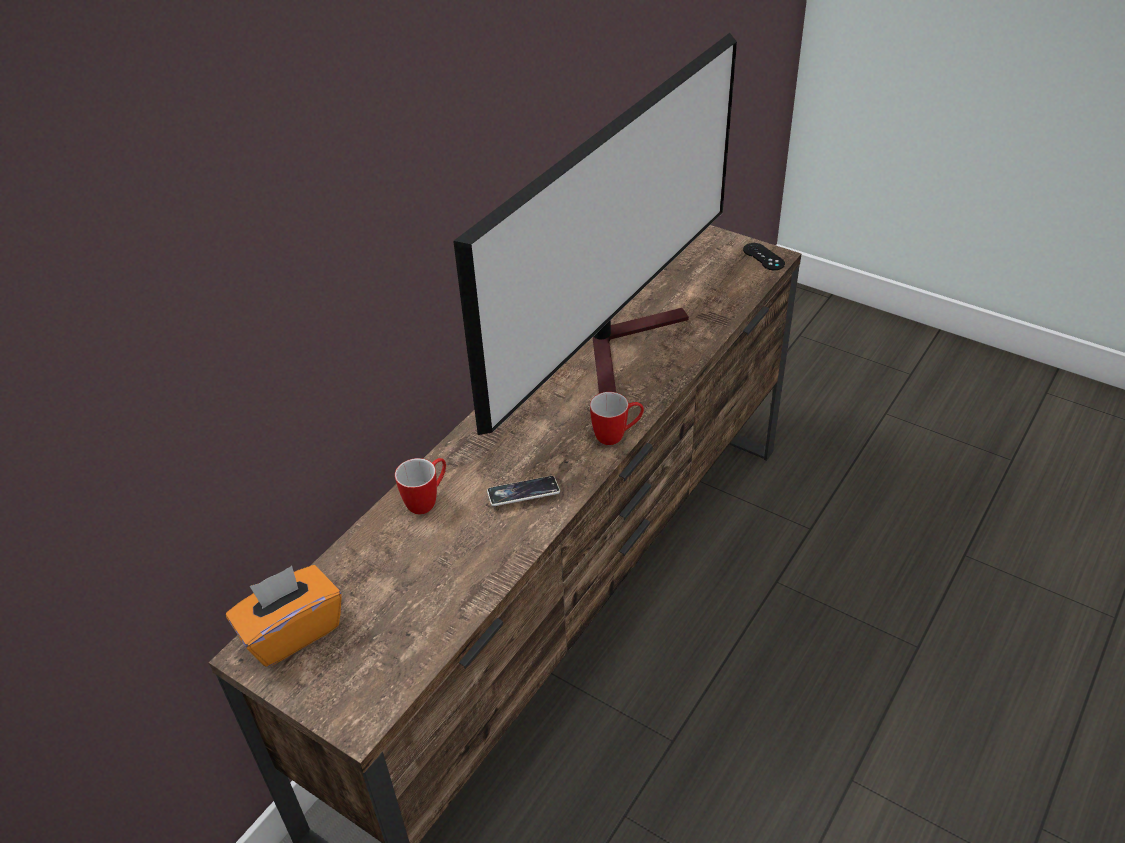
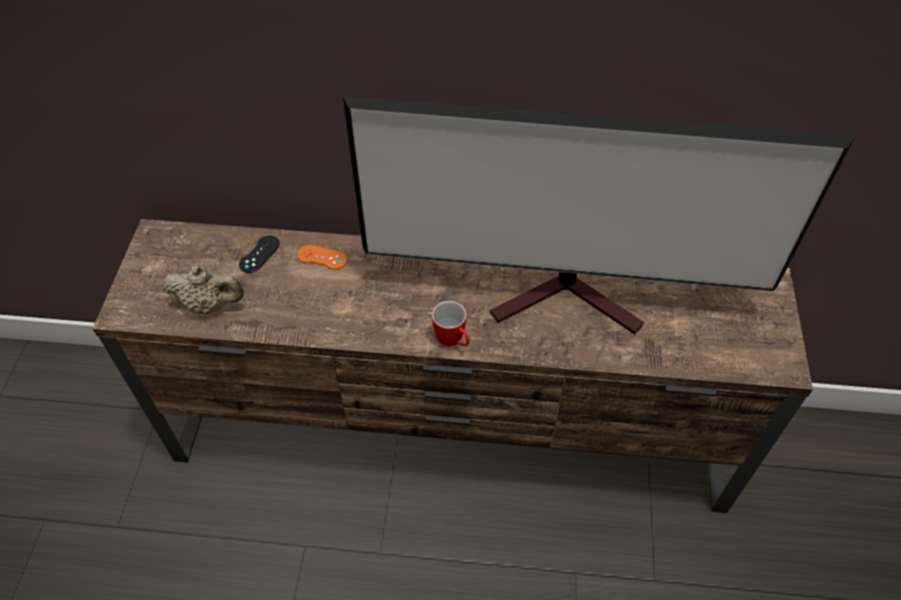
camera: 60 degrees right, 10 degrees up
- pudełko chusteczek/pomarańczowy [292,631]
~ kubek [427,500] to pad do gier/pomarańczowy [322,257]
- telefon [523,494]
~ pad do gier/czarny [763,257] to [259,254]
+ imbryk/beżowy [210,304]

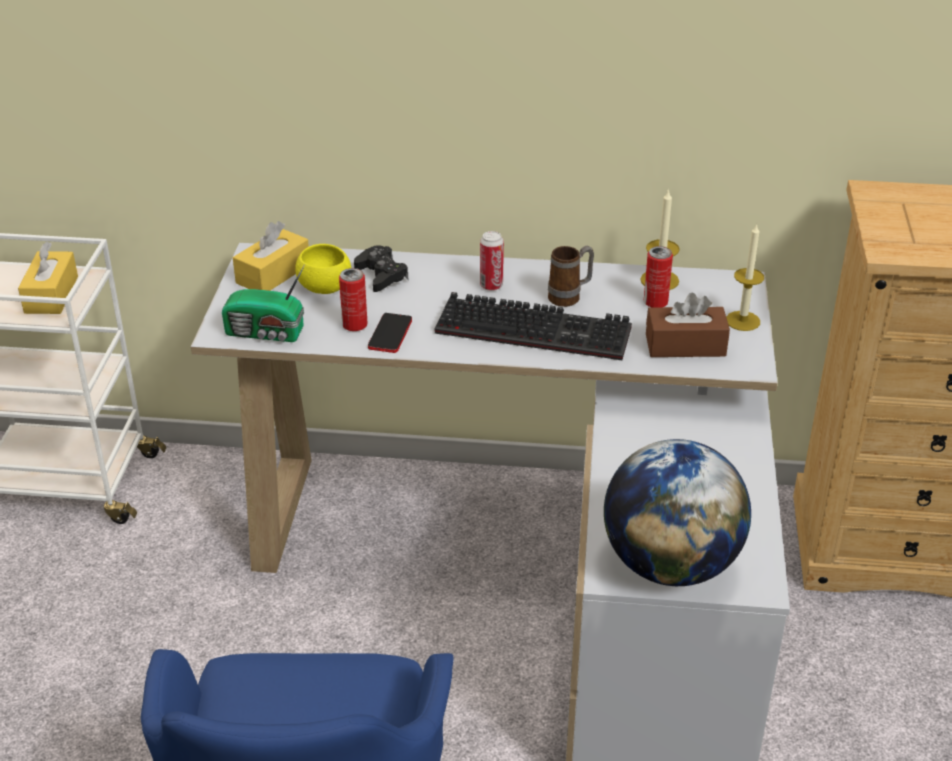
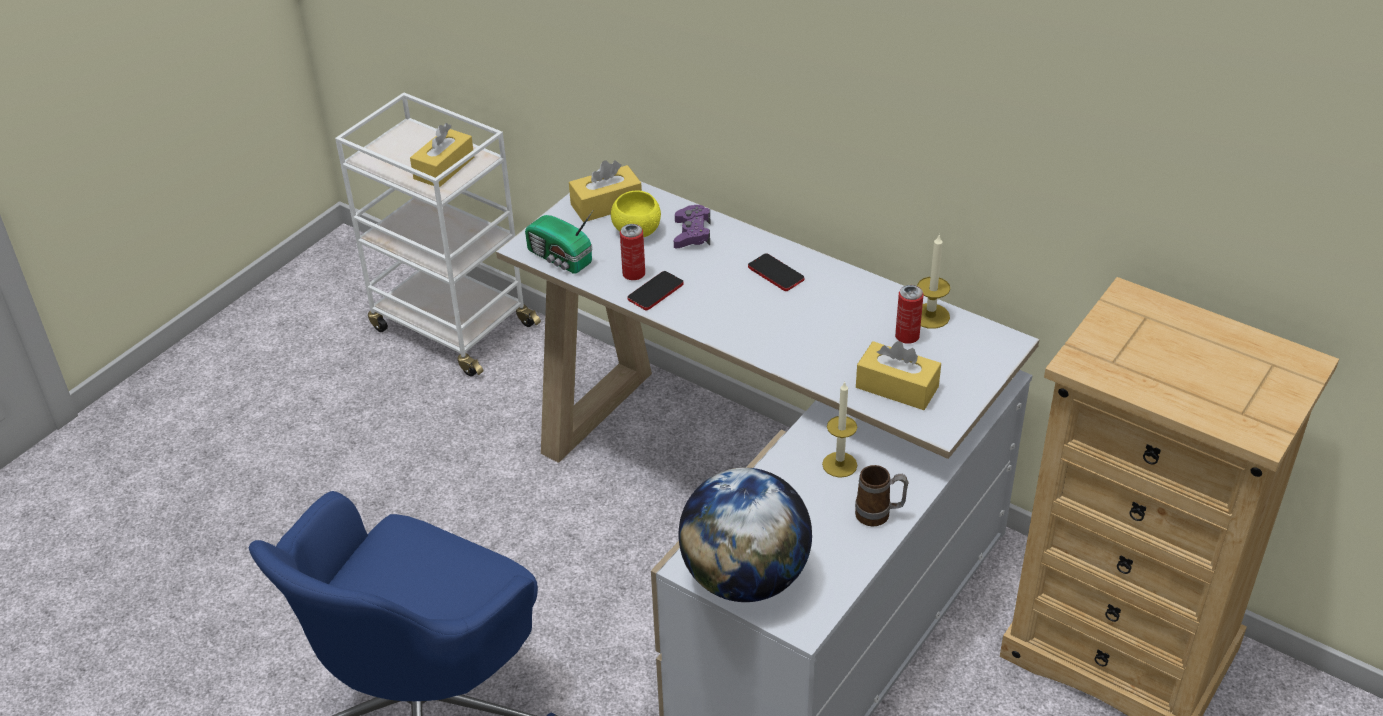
camera: 30 degrees right, 5 degrees up
~ pad do gier/czarny [381,275] to pad do gier/fioletowy [692,233]
- klawiatura [537,329]
~ puszka [491,286] to telefon [776,273]
~ kubek [570,297] to [879,515]
~ pudełko chusteczek/brązowy [685,345] to pudełko chusteczek/żółty [897,387]
~ świeca [742,321] to [839,464]

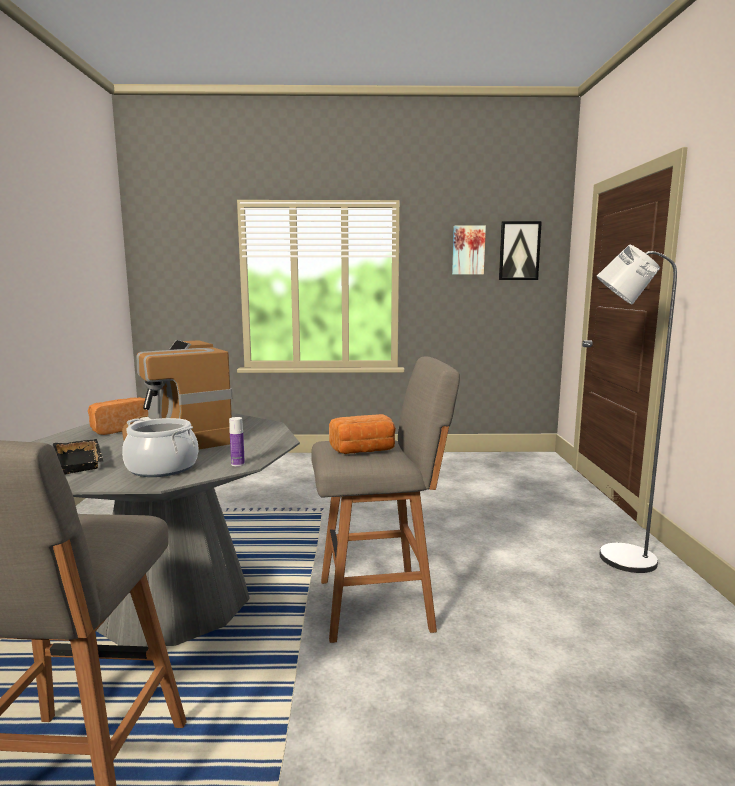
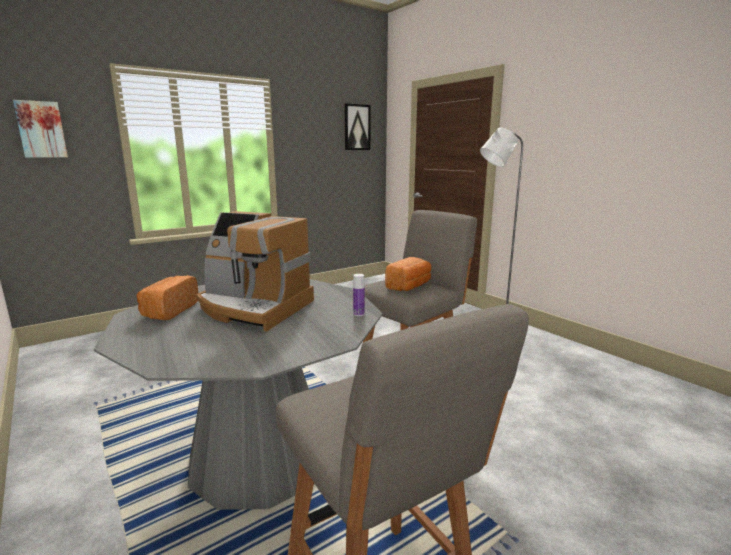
camera: 35 degrees left, 5 degrees up
- taca/czarny [81,462]
- garnek [162,468]
~ obraz [468,250] to [41,129]

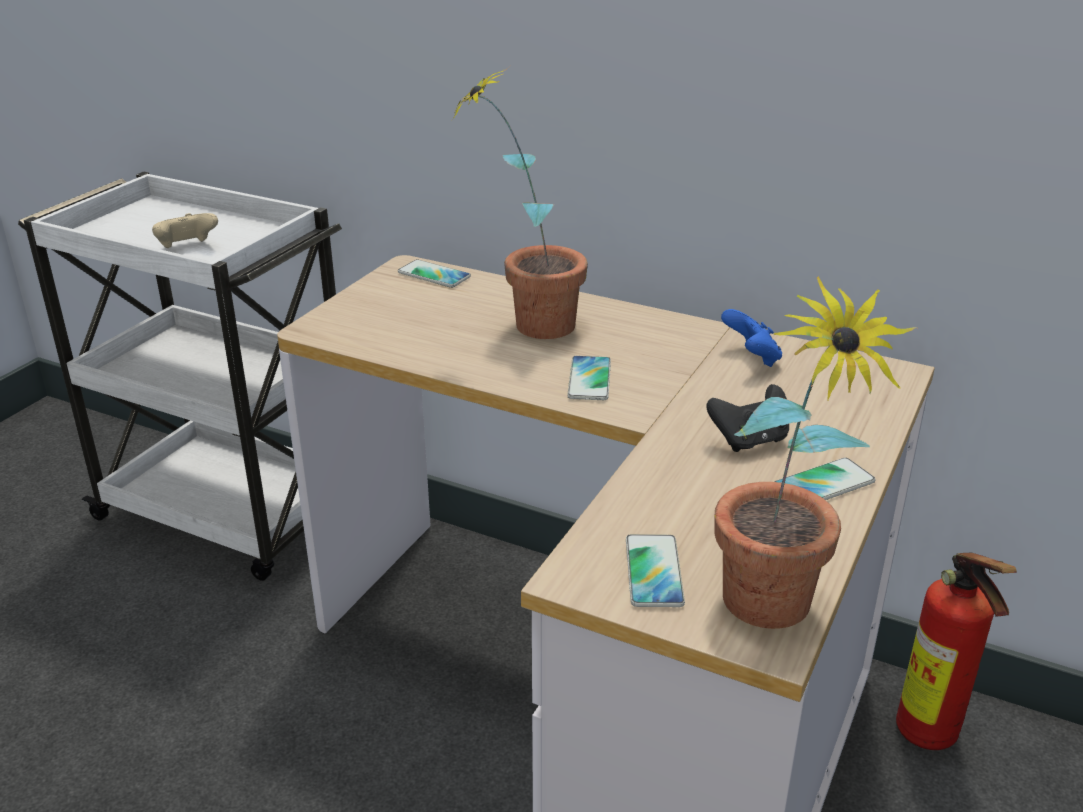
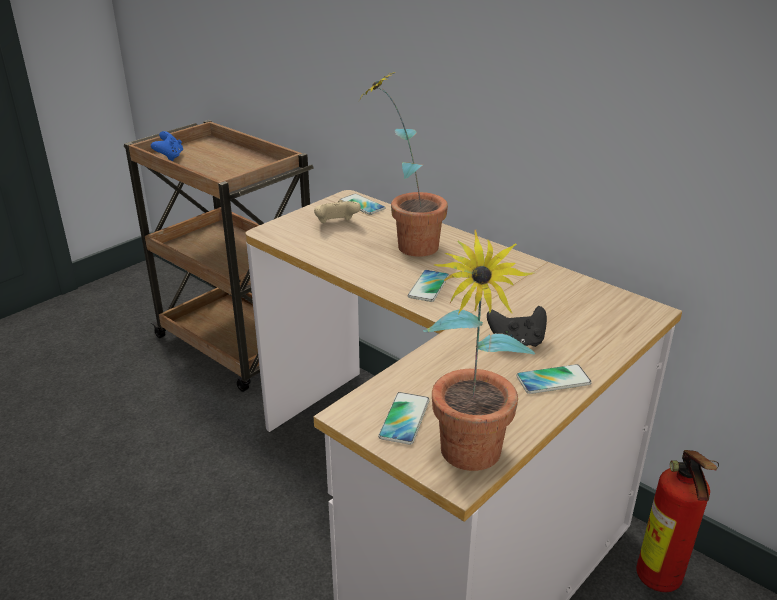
camera: 15 degrees right, 0 degrees up
~ wózek/biały [231,513] to wózek/brązowy [238,346]
~ pad do gier/beżowy [187,248] to [336,224]
~ pad do gier/niebieski [751,358] to [169,157]

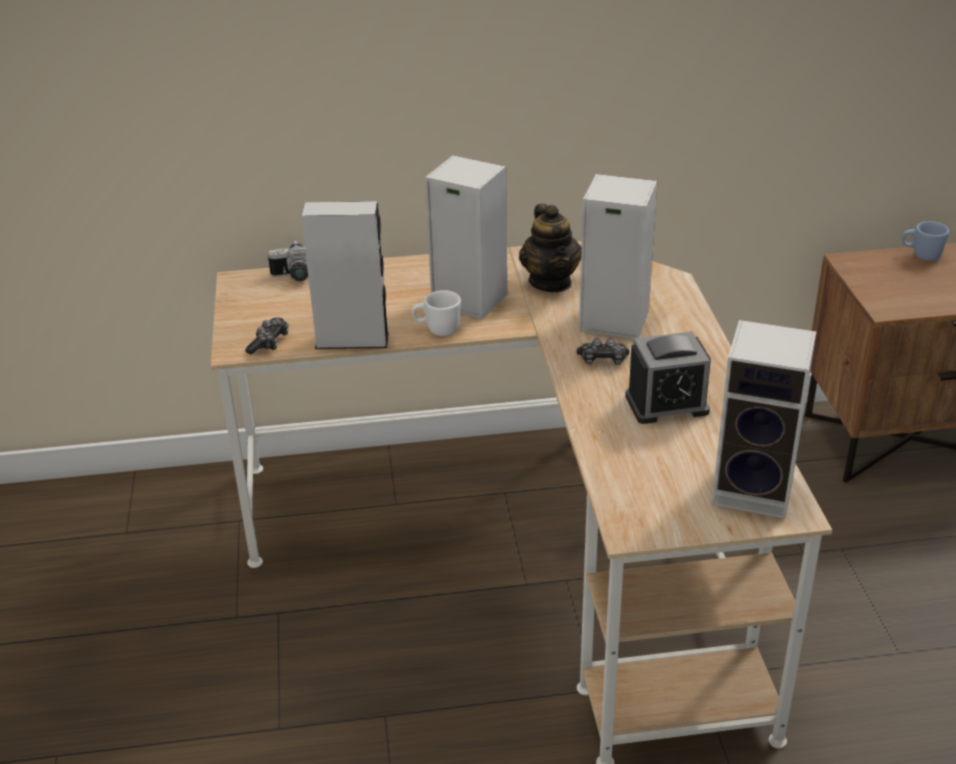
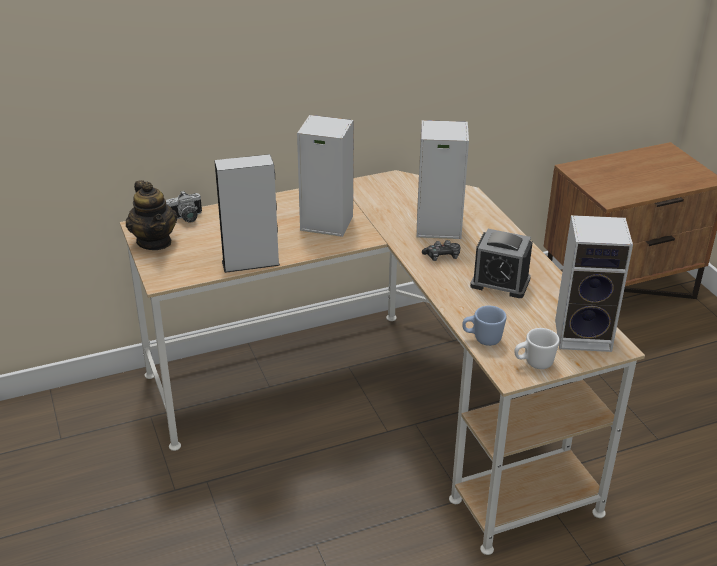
camera: 15 degrees left, 0 degrees up
- pad do gier [269,343]
~ kubek/biały [437,330] to [533,363]
~ imbryk [551,282] to [154,241]
~ budzik [667,404] = [500,282] 45 degrees clockwise
~ kubek/niebieski [921,255] to [482,339]

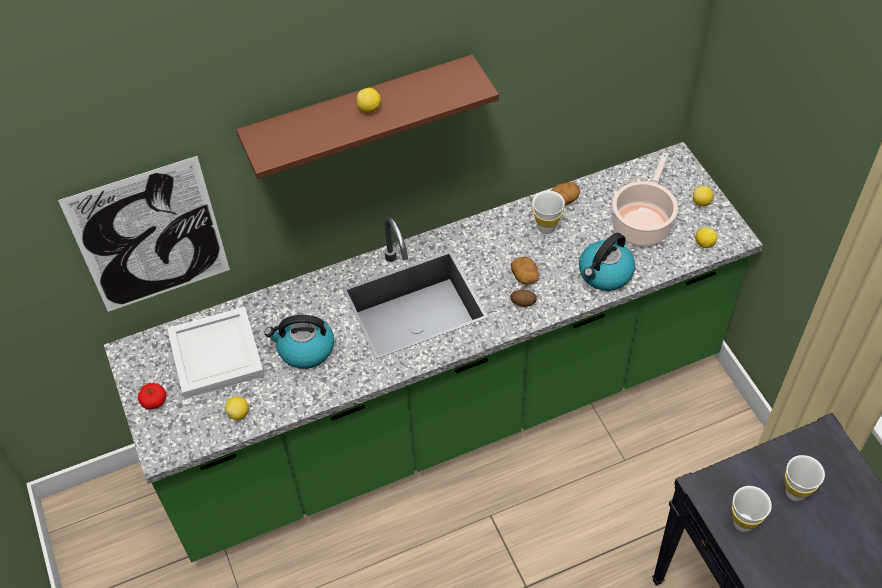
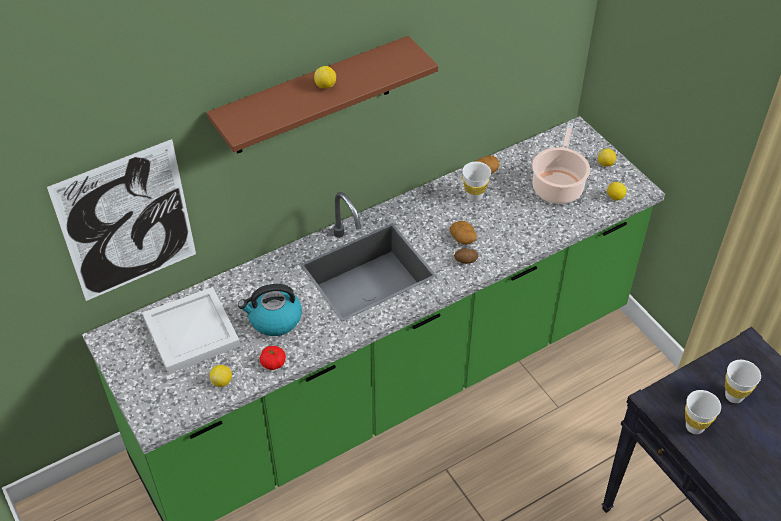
camera: 10 degrees left, 5 degrees down
~ pomidor [154,401] to [273,363]
- czajnik [605,274]

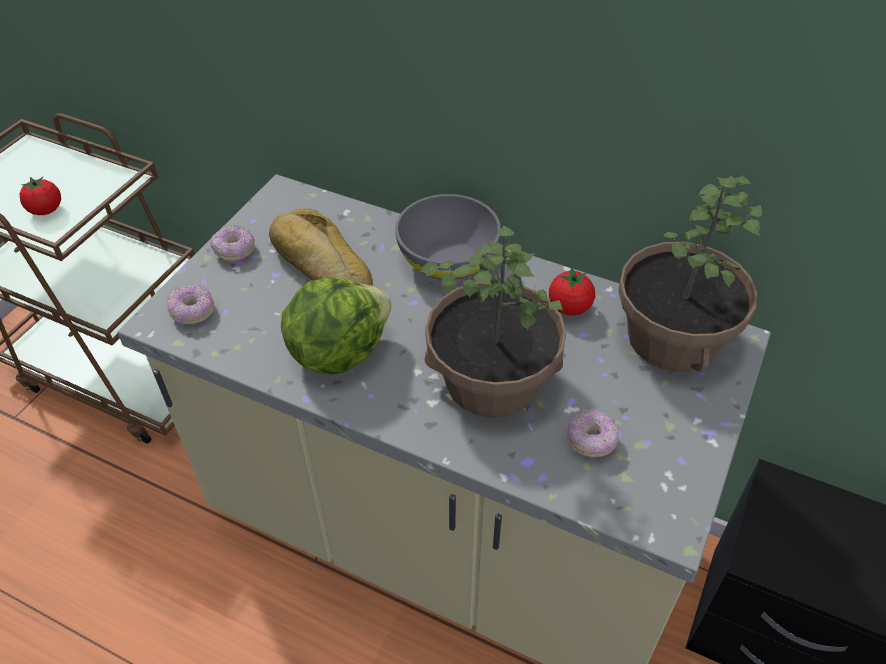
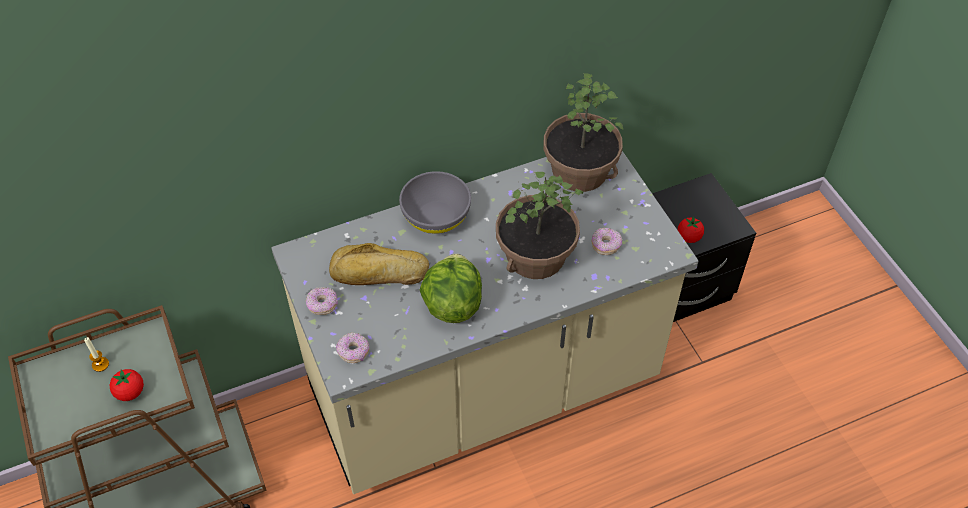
camera: 50 degrees left, 5 degrees up
~ pomidor [569,307] to [689,237]
+ świeca [100,364]

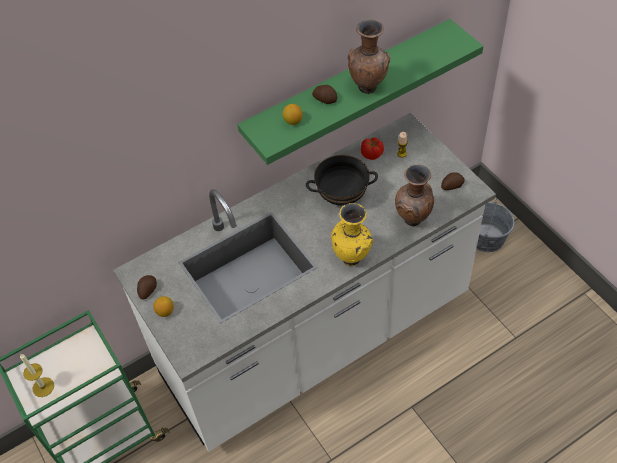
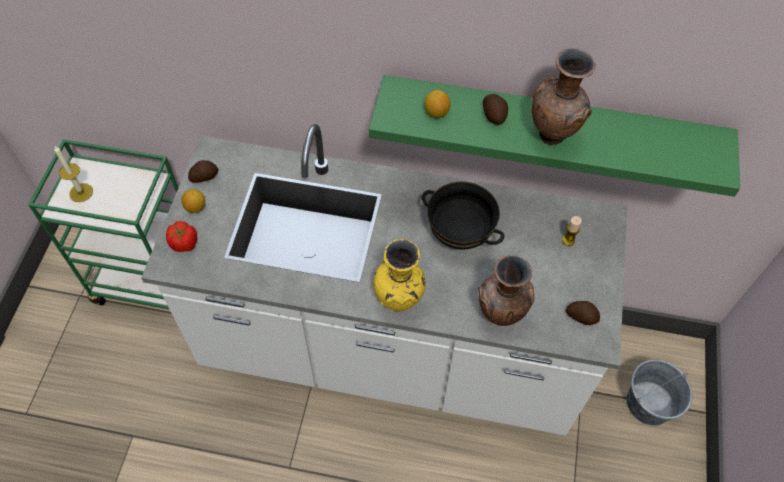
camera: 40 degrees right, 5 degrees up
~ pomidor [372,154] to [184,243]

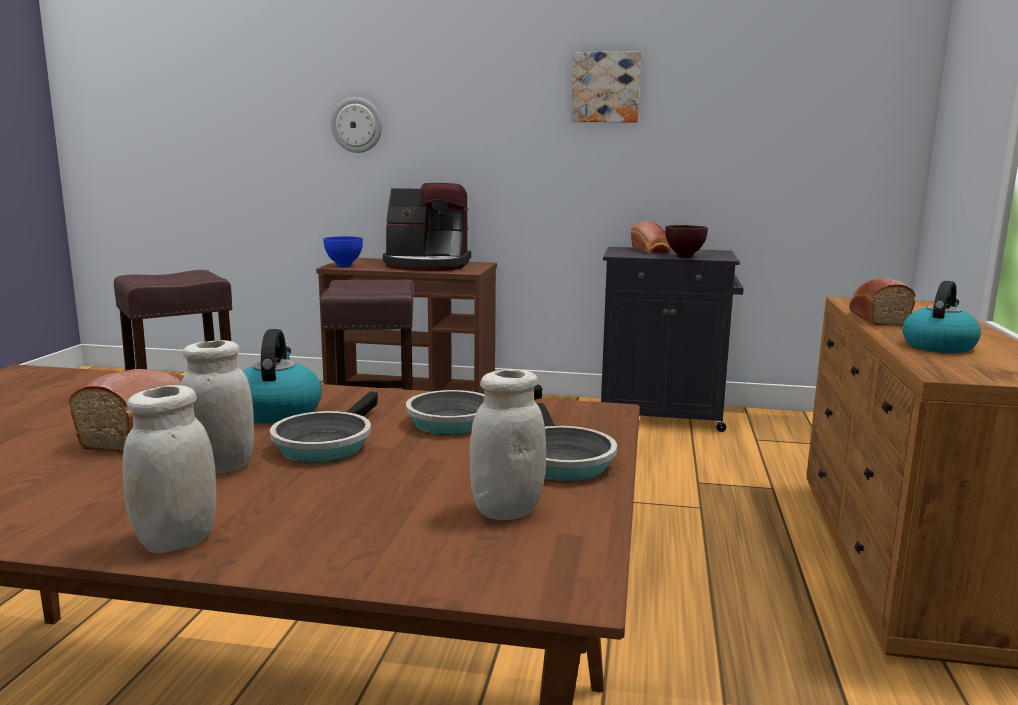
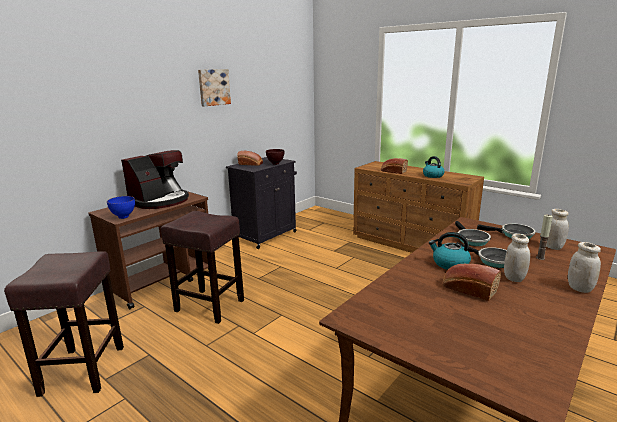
camera: 60 degrees left, 5 degrees up
- zegar ścienny [357,125]
+ świeca [540,258]

